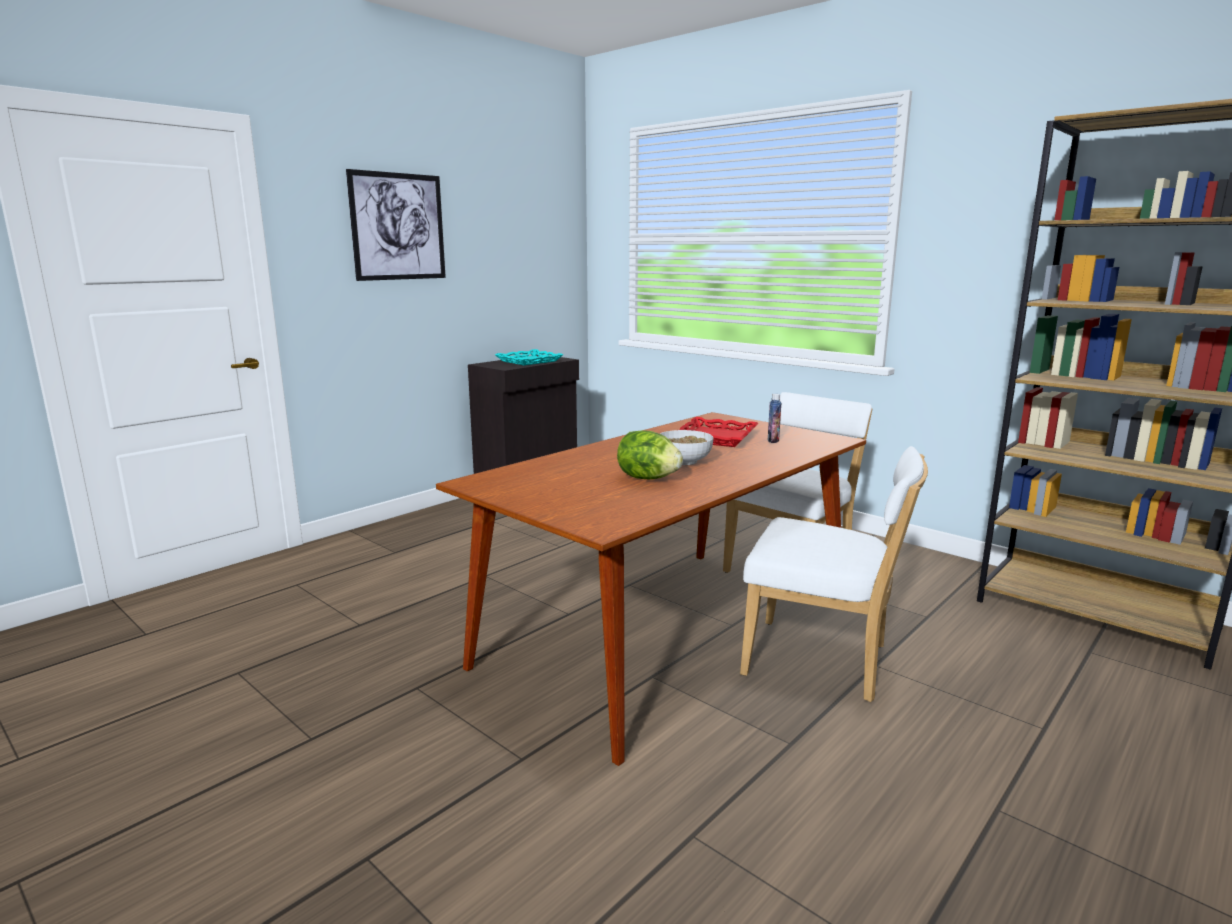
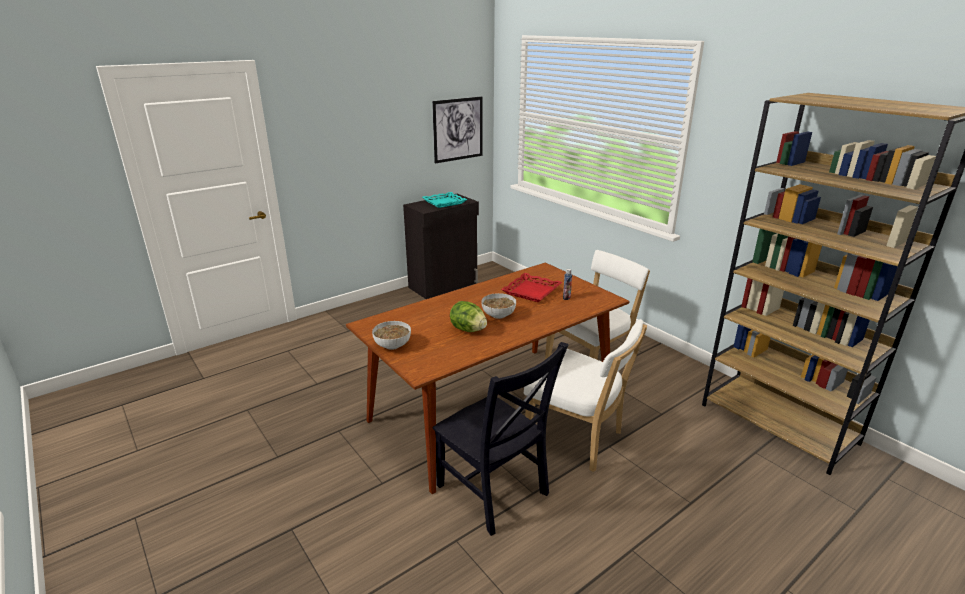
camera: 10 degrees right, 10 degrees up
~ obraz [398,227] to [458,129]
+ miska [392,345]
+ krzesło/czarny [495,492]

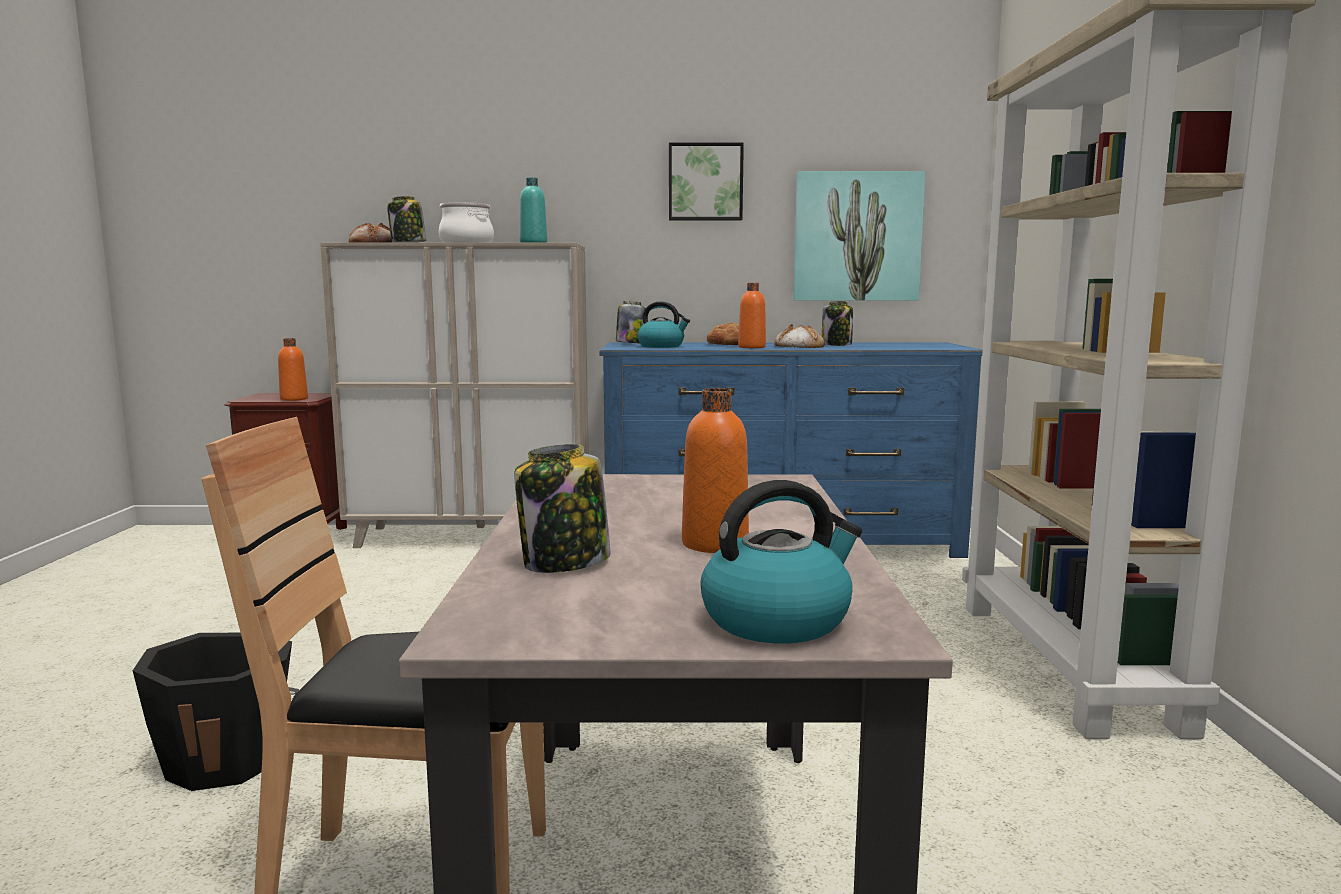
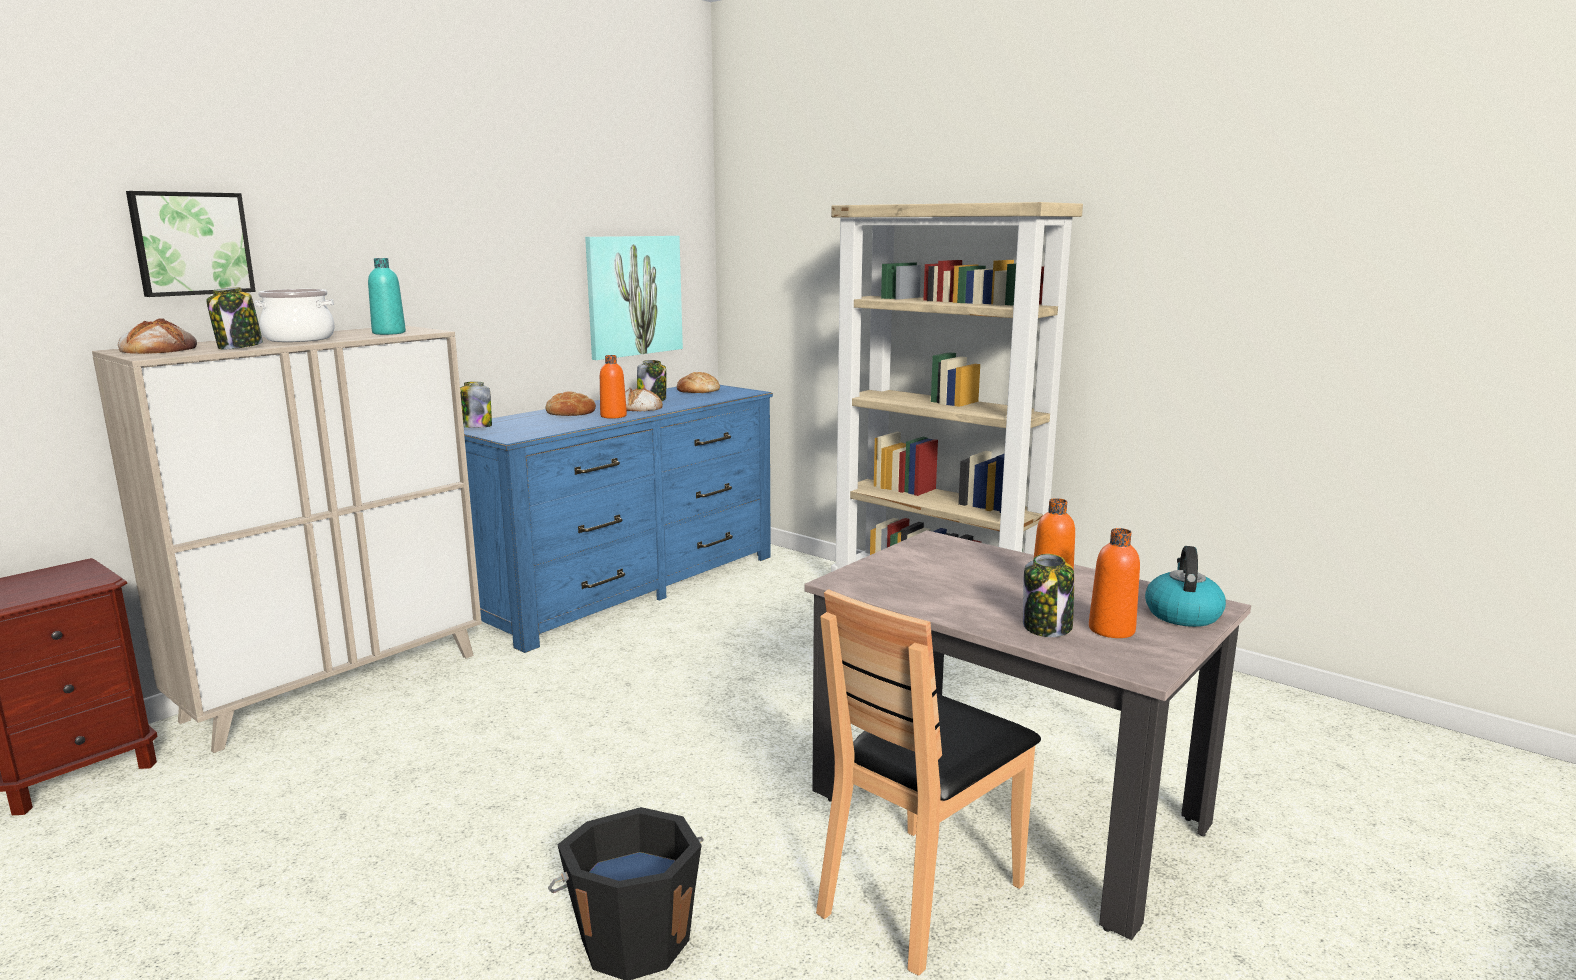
camera: 50 degrees left, 5 degrees up
~ butelka/pomarańczowy [294,399] to [1111,630]
- czajnik [662,346]
~ obraz [705,182] to [191,243]
+ chleb [698,390]

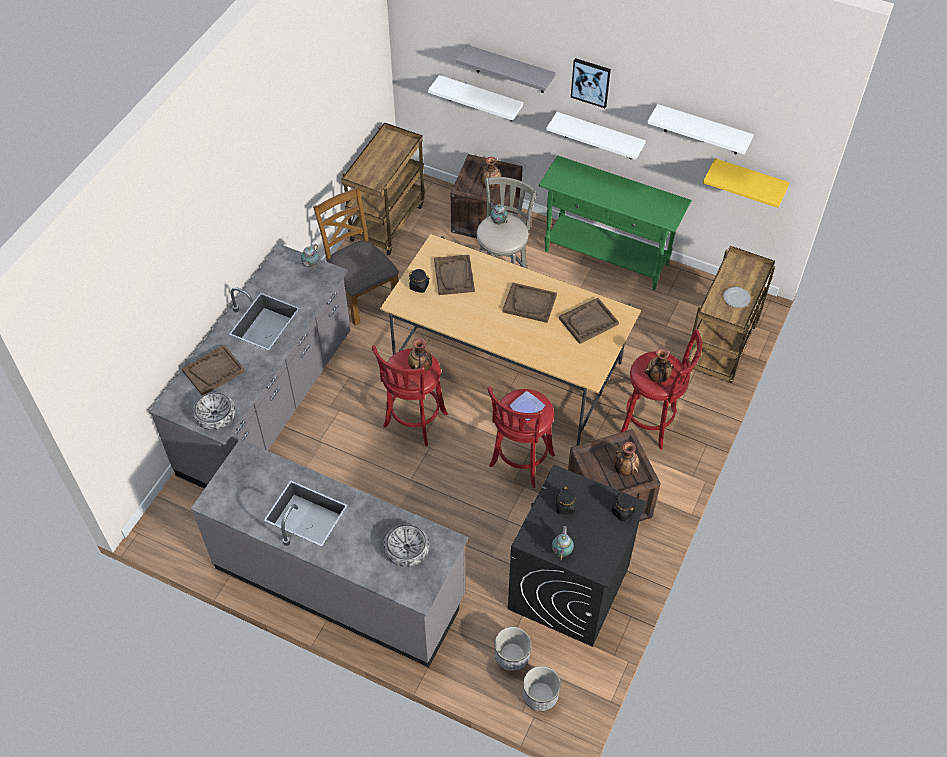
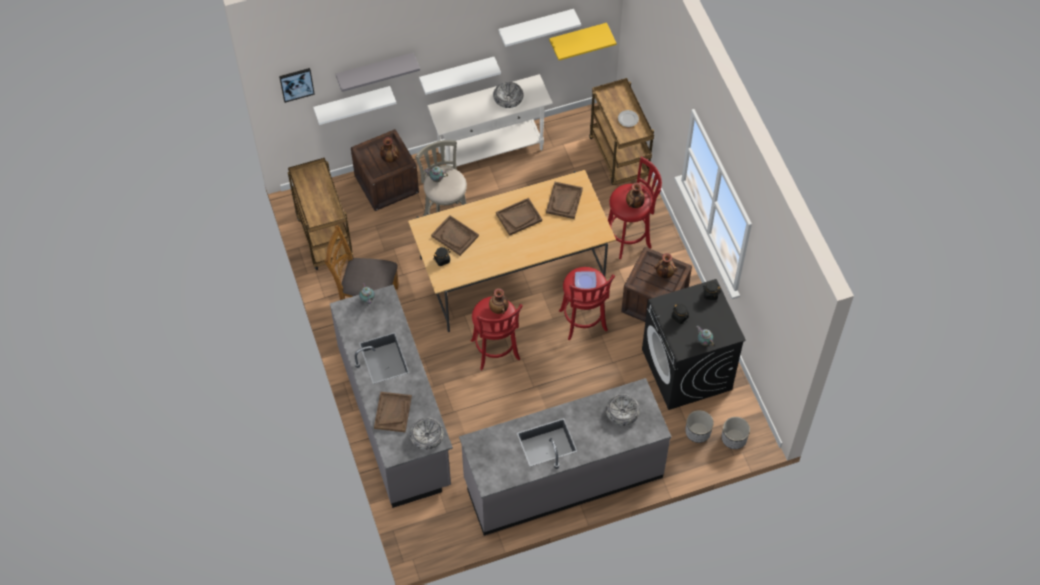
camera: 45 degrees left, 5 degrees up
~ stolik konsolowy/zielony [606,258] to stolik konsolowy/biały [491,151]
~ obraz [591,82] to [296,84]
+ miska [508,98]

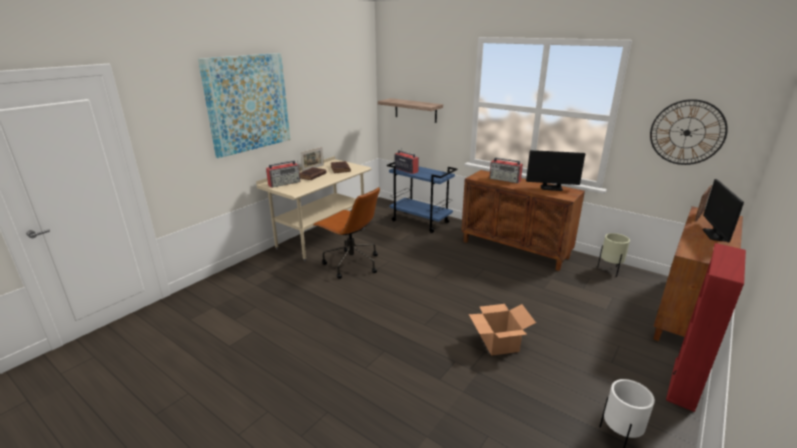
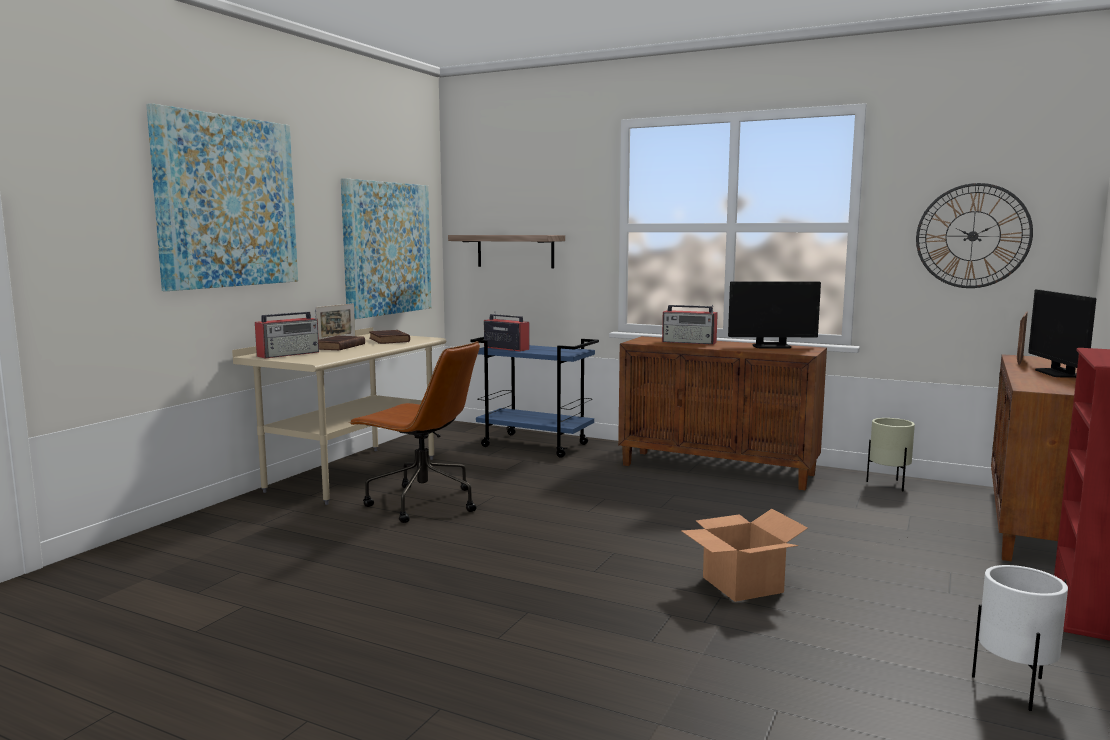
camera: 10 degrees left, 15 degrees down
+ obraz [387,248]

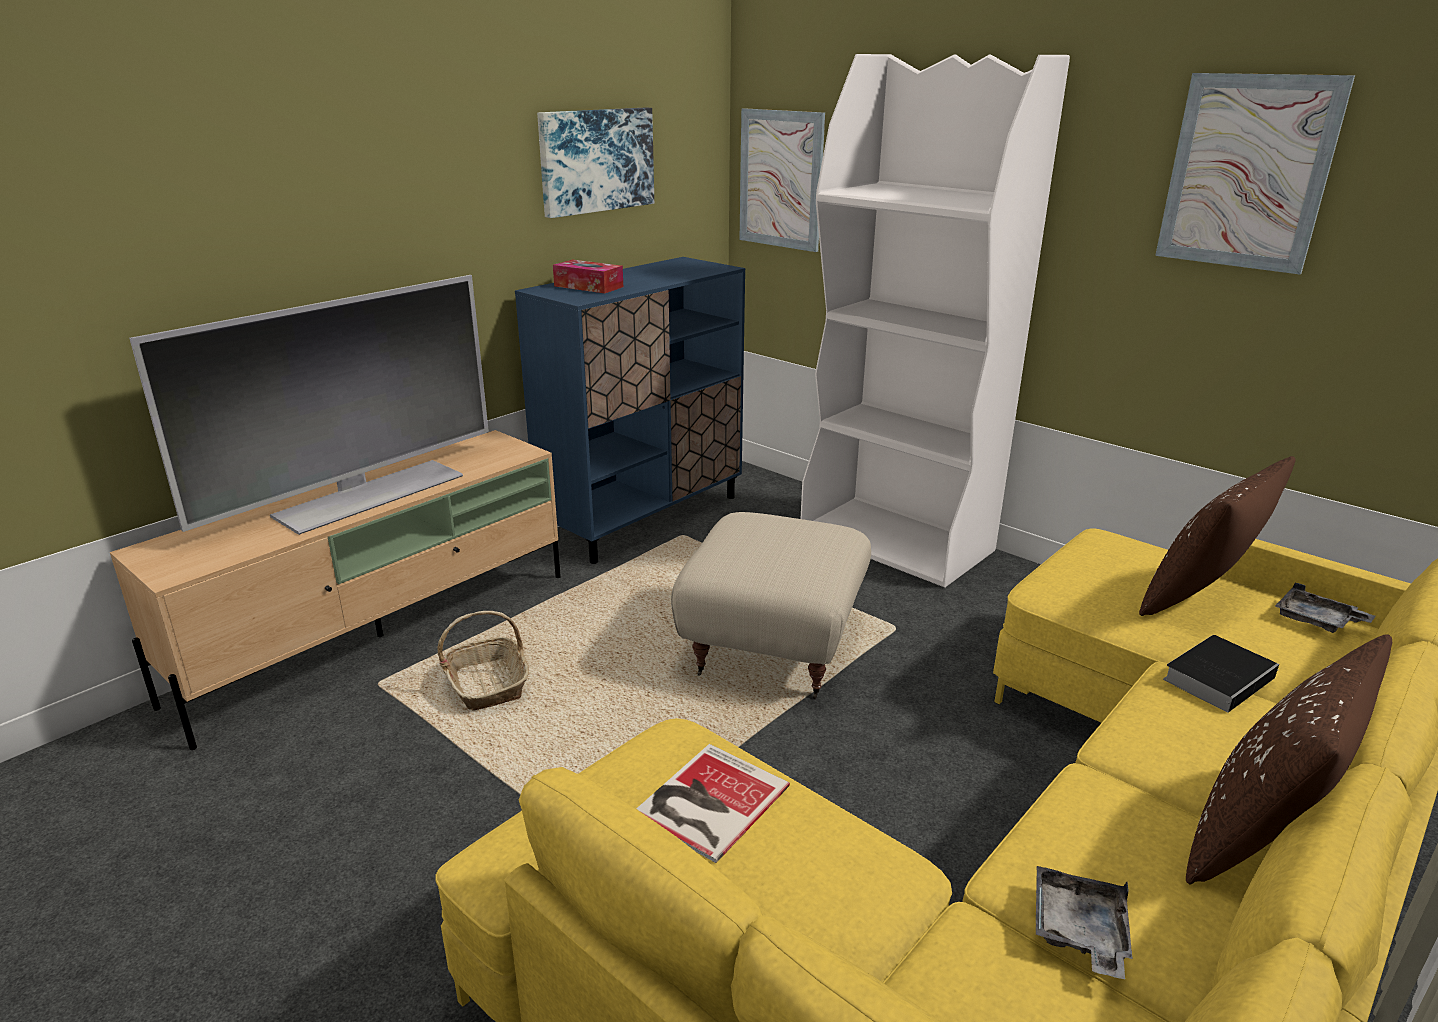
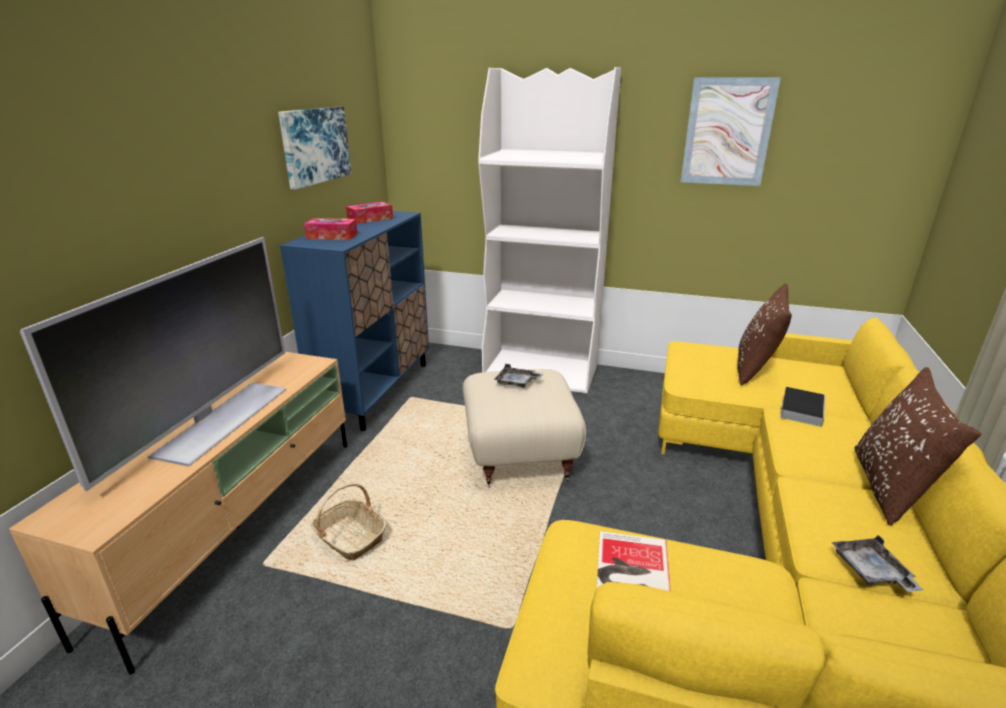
camera: 25 degrees left, 0 degrees up
- obraz [781,179]
~ taca/szary [1316,621] to [517,382]
+ pudełko chusteczek [370,219]

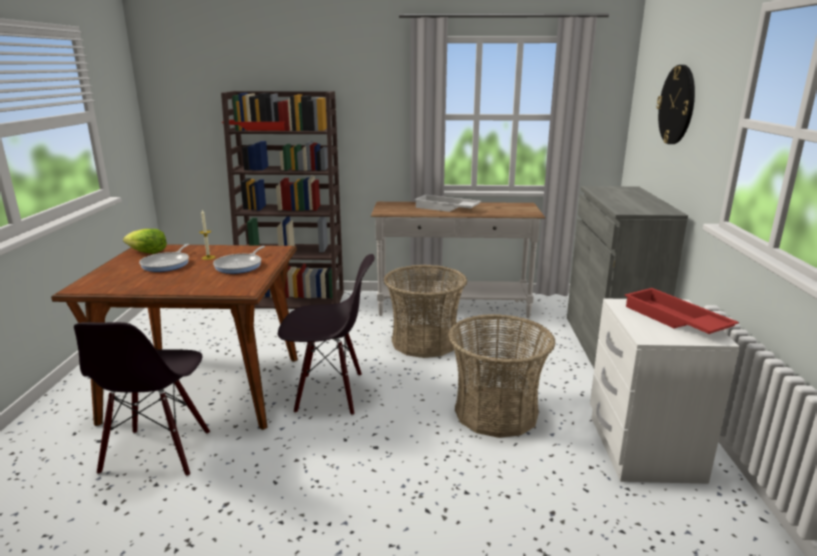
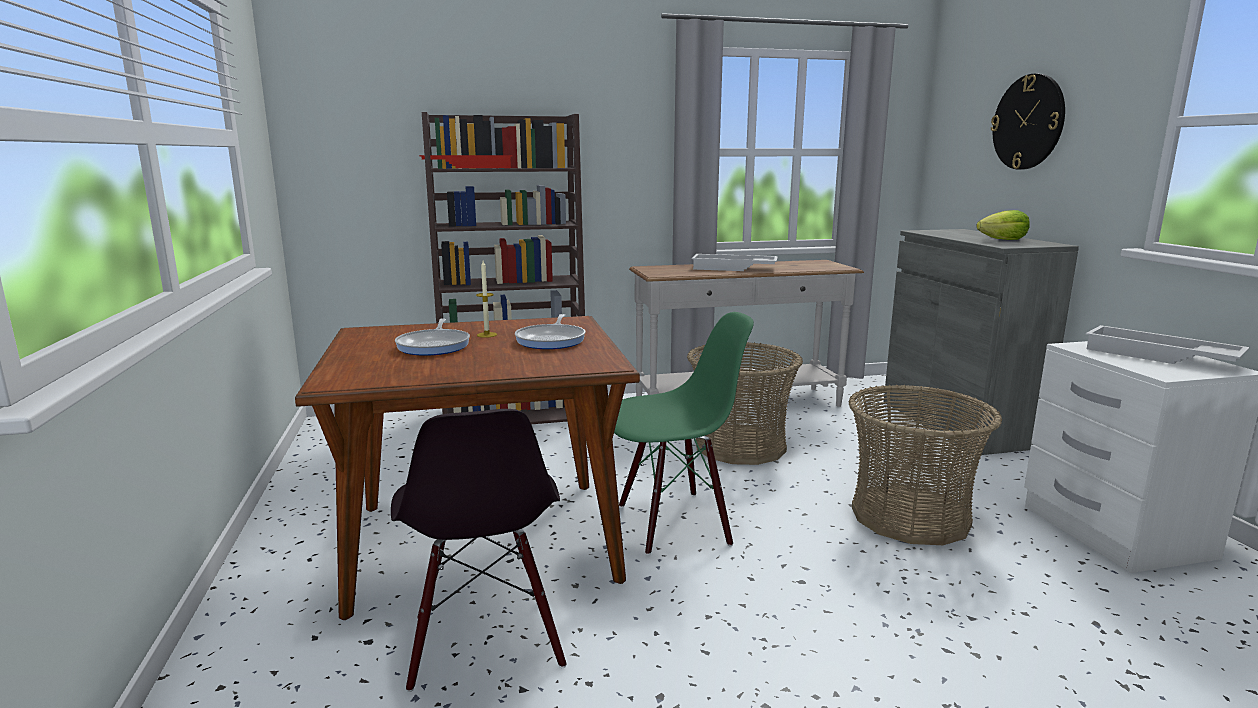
camera: 15 degrees left, 5 degrees down
~ sałata [147,252] to [1003,240]
~ krzesło/czarny [329,393] to krzesło/zielony [674,523]
~ taca/czerwony [674,320] to taca/biały [1158,356]

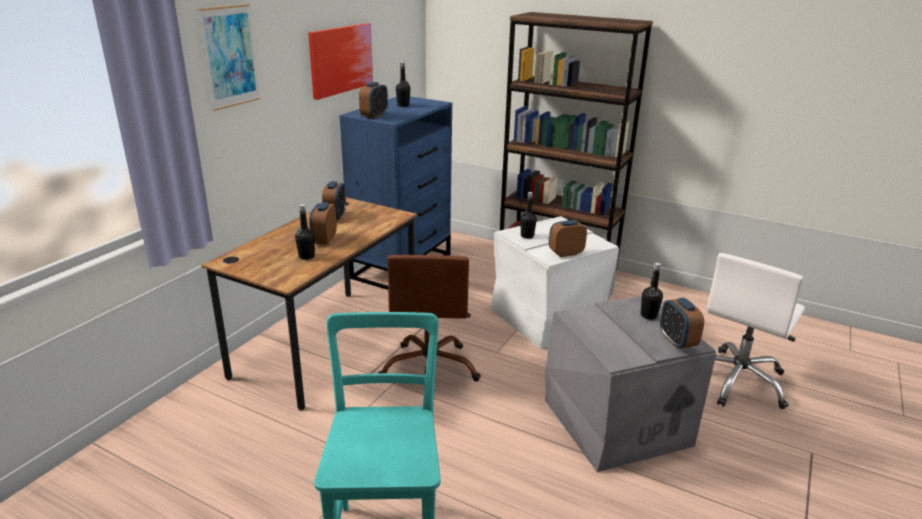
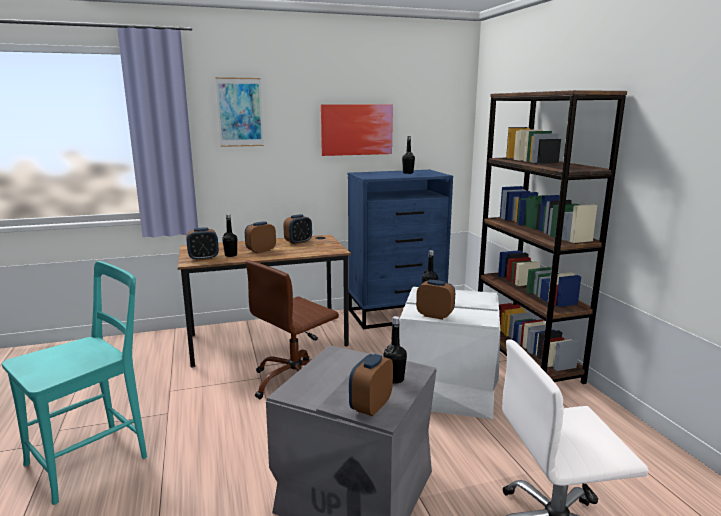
camera: 45 degrees right, 10 degrees down
~ budzik [374,116] to [203,258]

